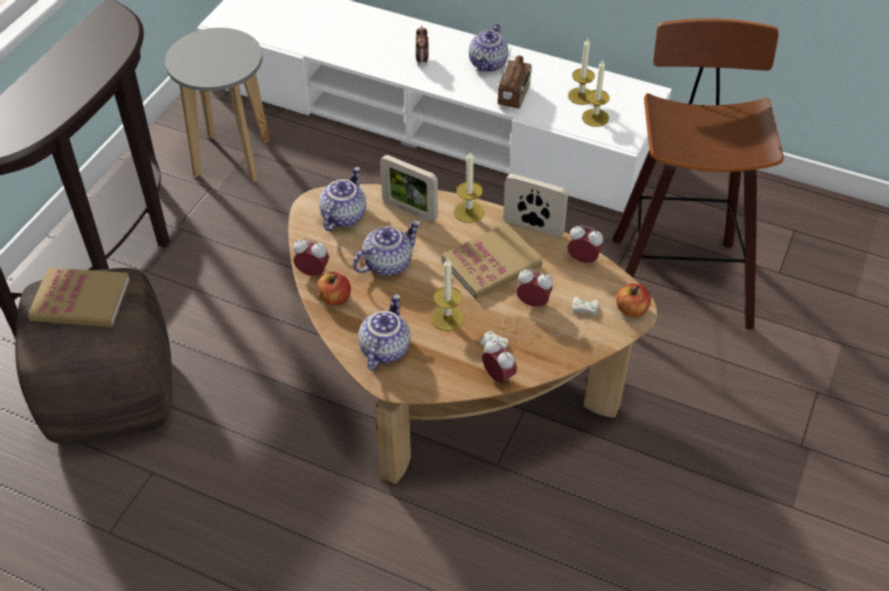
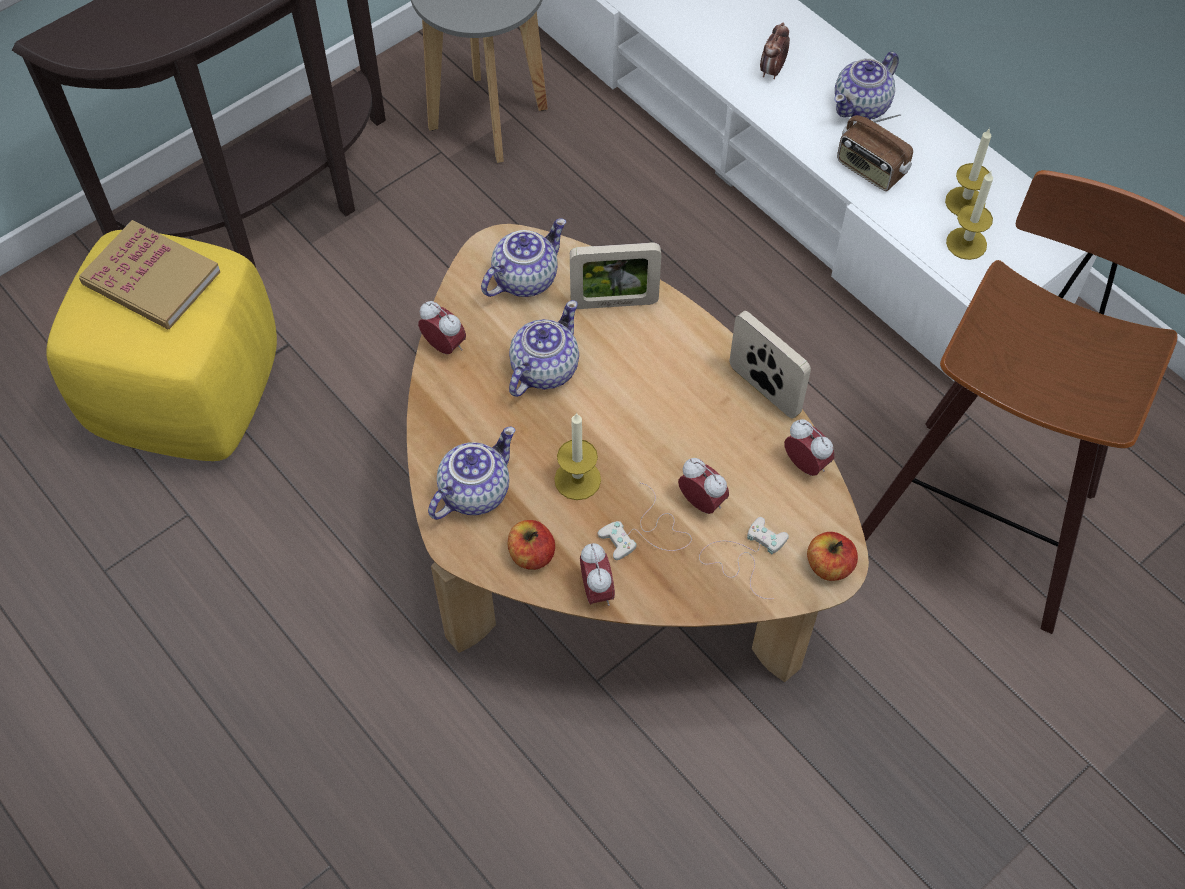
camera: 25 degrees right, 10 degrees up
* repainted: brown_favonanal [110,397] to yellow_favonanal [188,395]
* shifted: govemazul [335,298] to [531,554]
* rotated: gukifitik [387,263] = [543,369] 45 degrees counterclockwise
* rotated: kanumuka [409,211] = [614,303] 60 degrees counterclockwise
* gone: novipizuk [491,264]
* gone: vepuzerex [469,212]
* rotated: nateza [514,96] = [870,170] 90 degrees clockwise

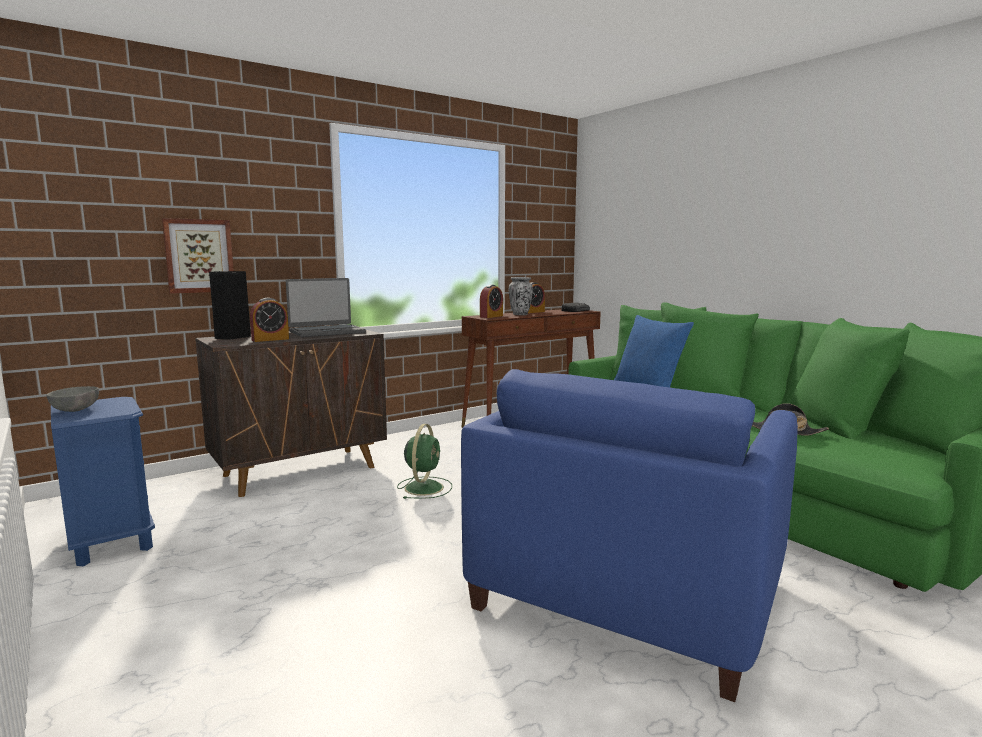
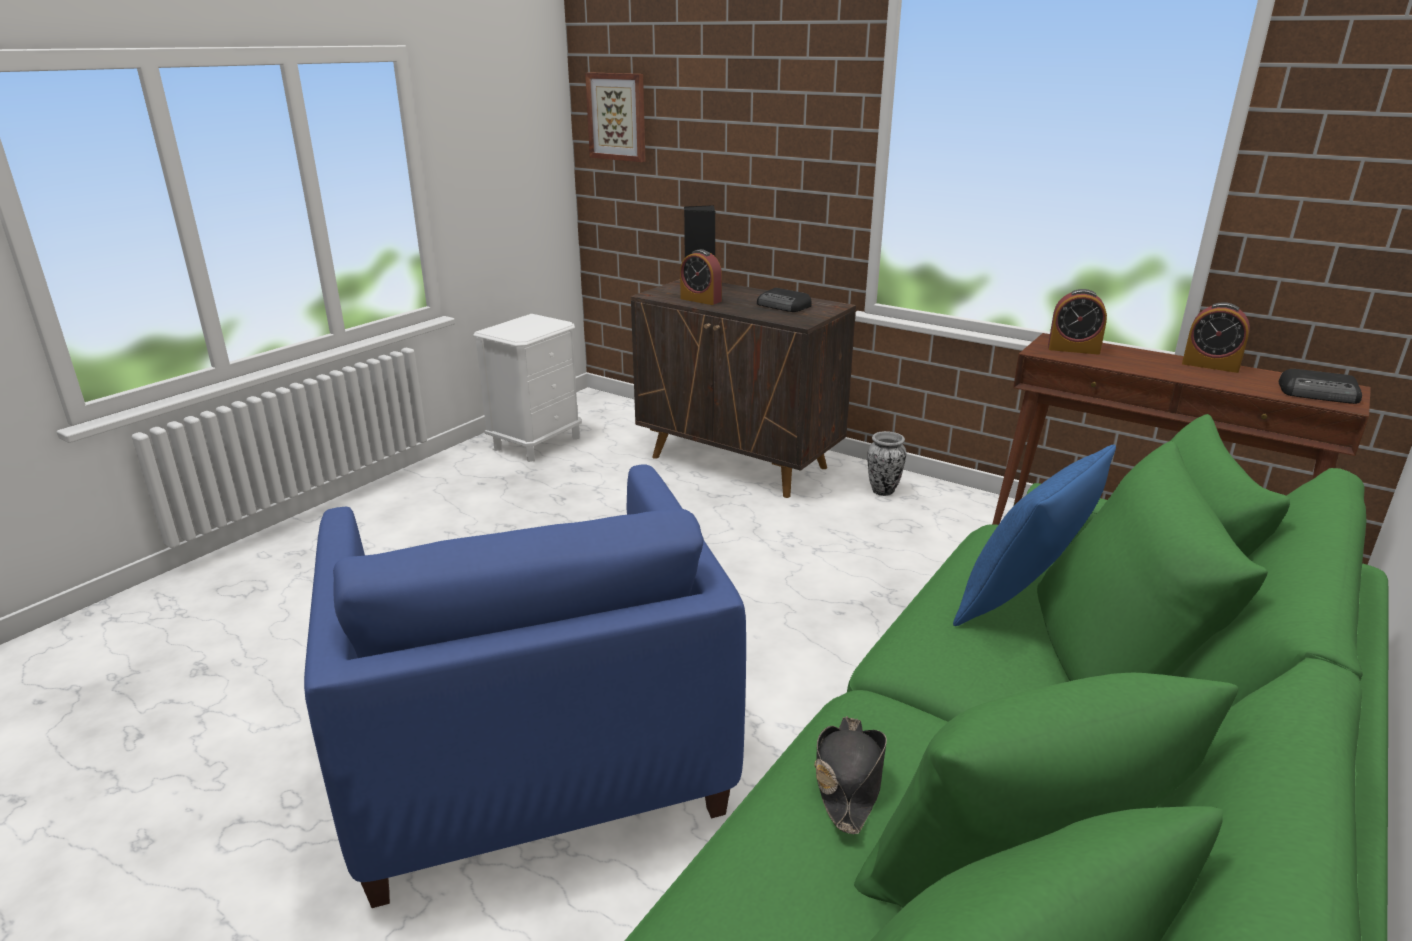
camera: 70 degrees right, 15 degrees up
* gone: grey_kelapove [76,410]
* repainted: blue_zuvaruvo [111,541] to white_zuvaruvo [537,443]
* shifted: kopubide [199,256] to [617,117]
* swapped: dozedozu [326,332] to nateza [784,306]
* gone: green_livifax [424,487]
* rotated: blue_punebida [627,593] = [534,754] 120 degrees counterclockwise
* shifted: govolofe [520,314] to [883,491]

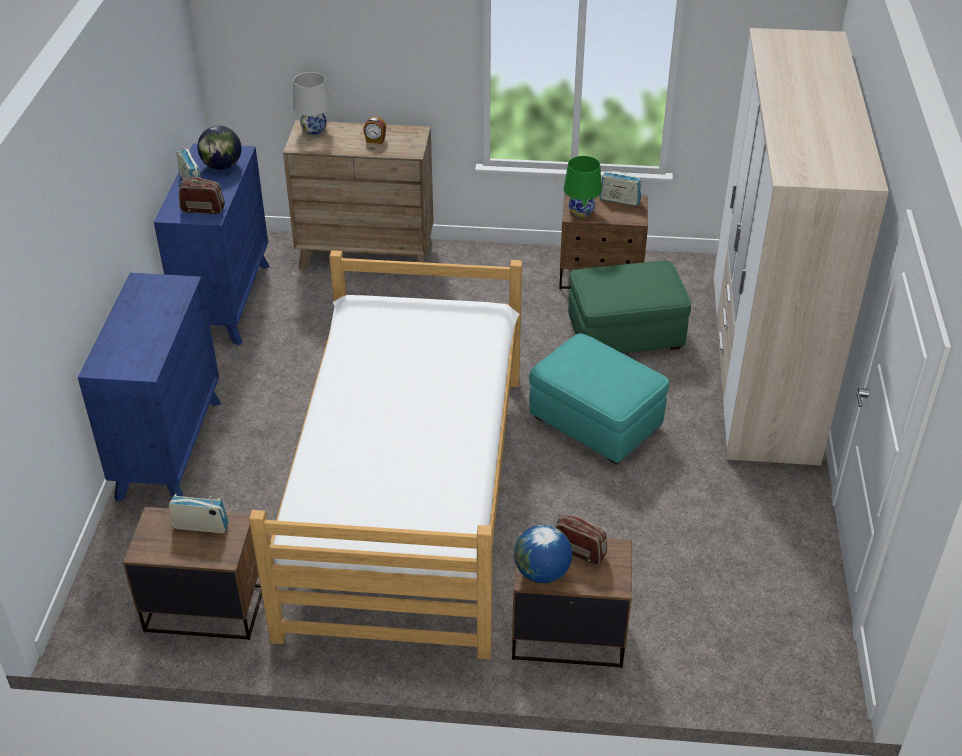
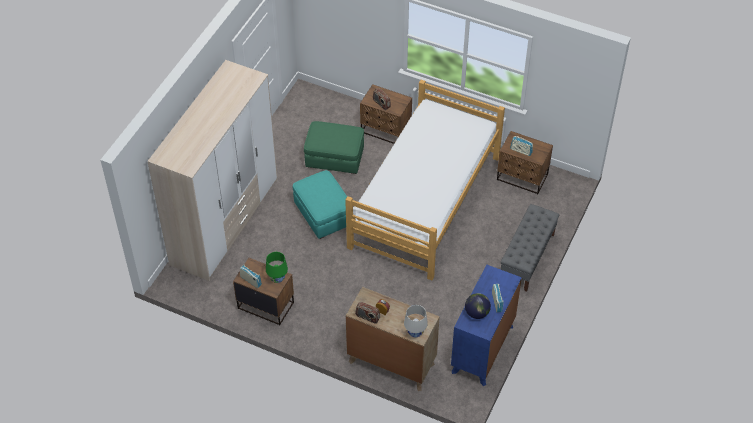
camera: 160 degrees left, 10 degrees up
* swapped: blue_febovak [169,448] to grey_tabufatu [527,258]
* shifted: nateza [203,209] to [367,317]
* gone: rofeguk [542,572]
* shifted: green_favonanal [626,334] to [334,158]

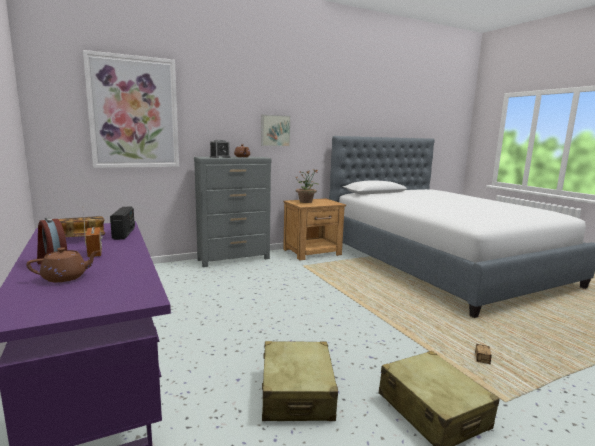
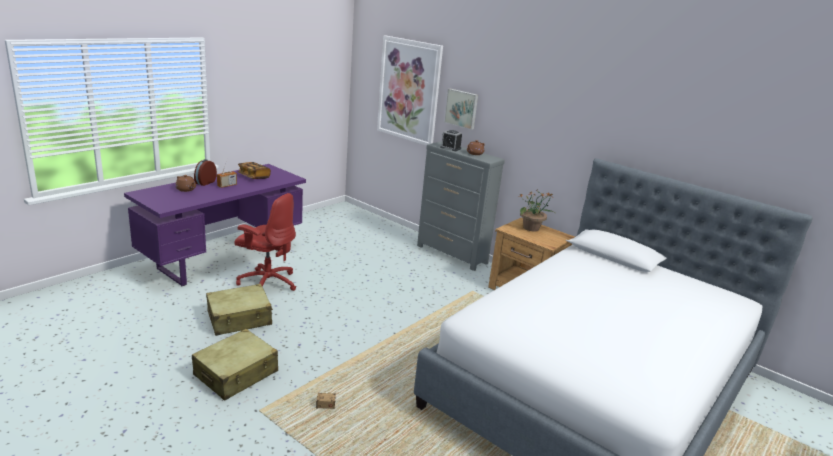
camera: 65 degrees right, 10 degrees up
* gone: nateza [124,233]
* shifted: kopubide [275,130] to [462,108]
* new: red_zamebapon [267,283]

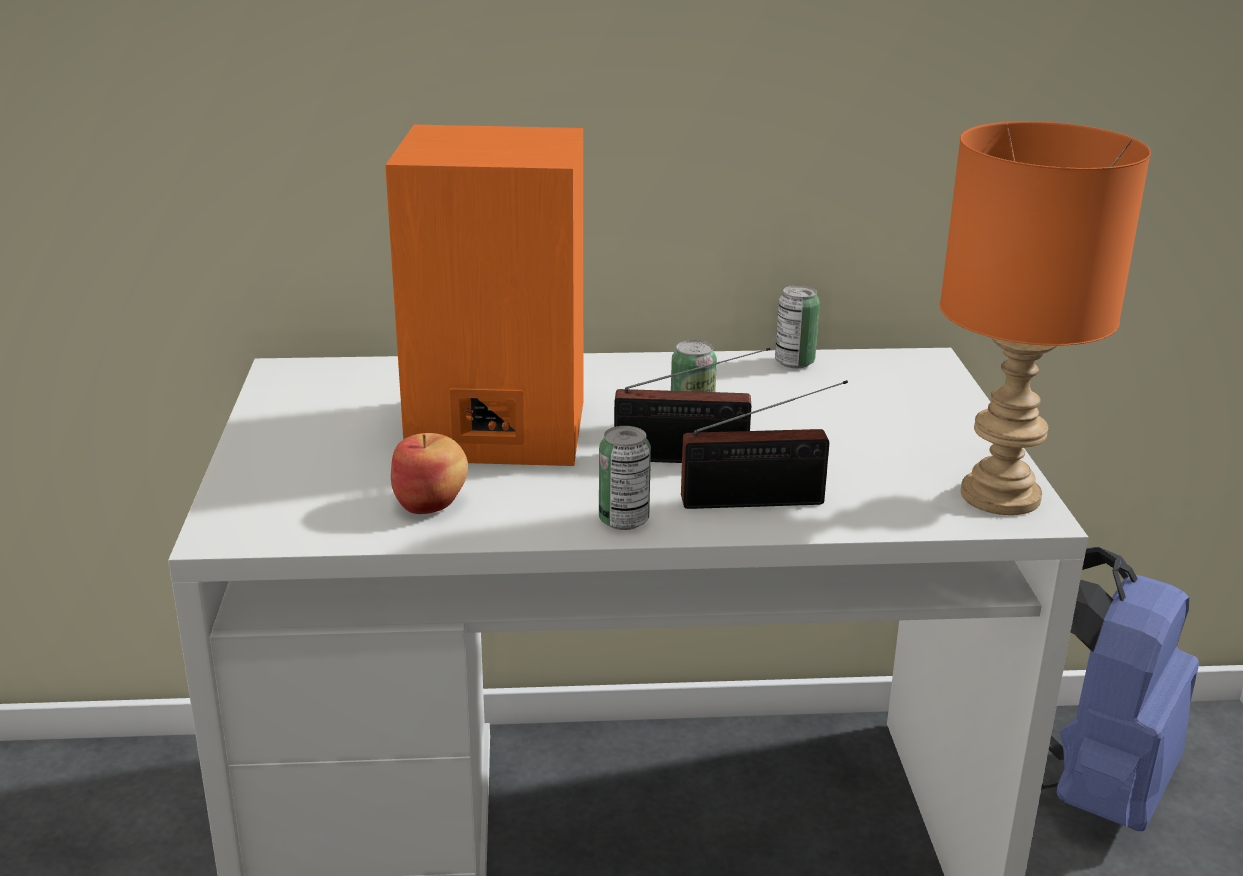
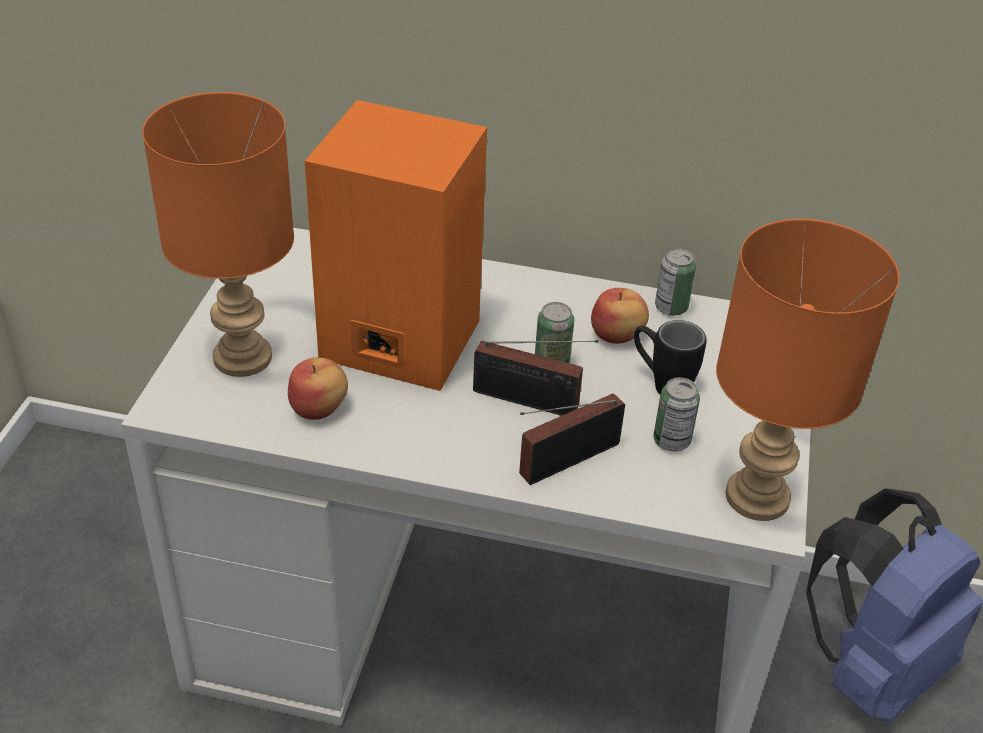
camera: 15 degrees right, 15 degrees up
* shifted: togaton [623,520] to [671,441]
* rotated: nateza [760,501] = [563,460] 135 degrees clockwise
* new: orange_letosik [240,358]
* new: govemazul [617,335]
* new: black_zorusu [661,383]

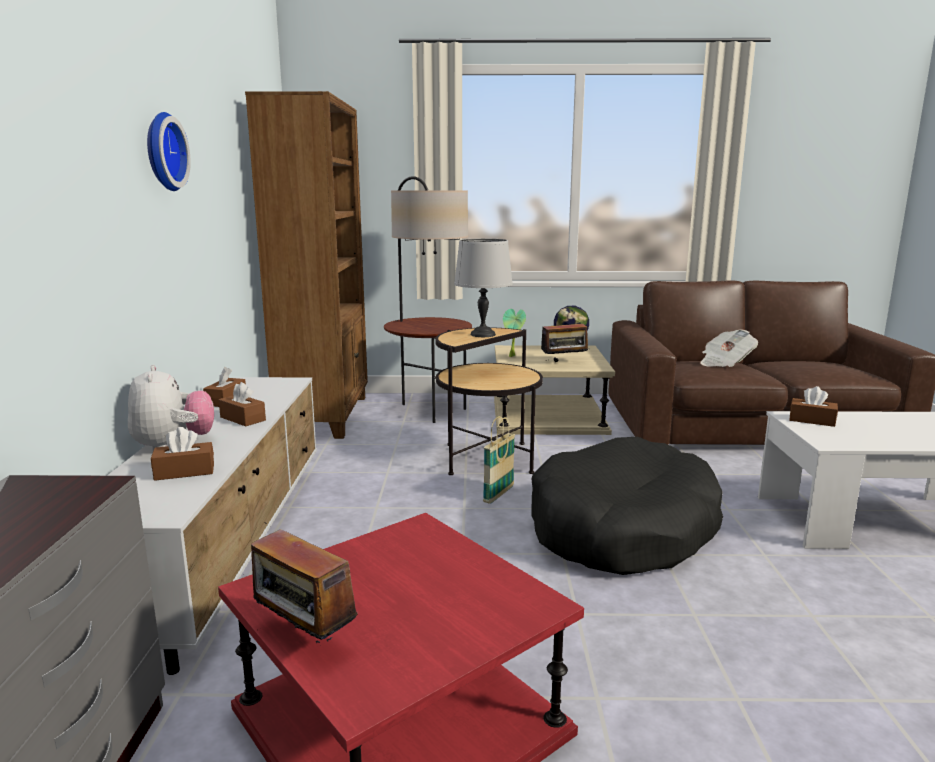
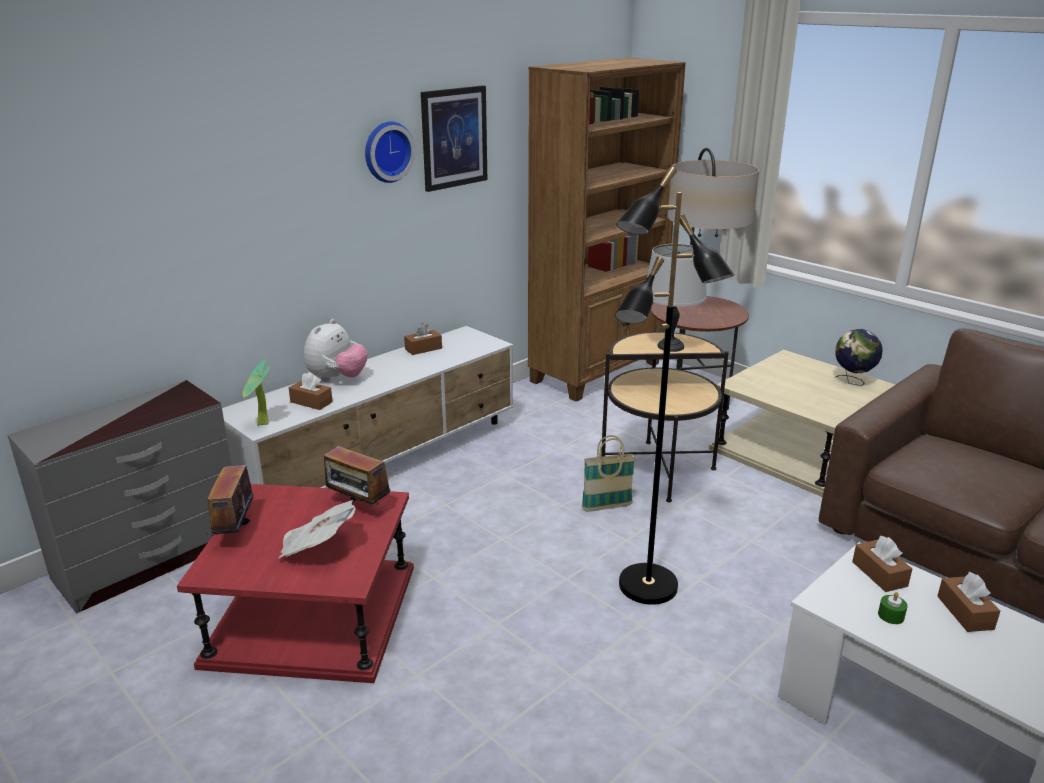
camera: 45 degrees right, 10 degrees up
* shifted: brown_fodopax [243,419] to [965,612]
* shifted: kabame [513,356] to [262,425]
* swapped: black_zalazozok [622,529] to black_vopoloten [648,587]
* shifted: nateza [564,362] to [358,507]
* shifted: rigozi [725,363] to [317,547]
* new: kopubide [454,138]
* new: green_vepuzerex [891,615]

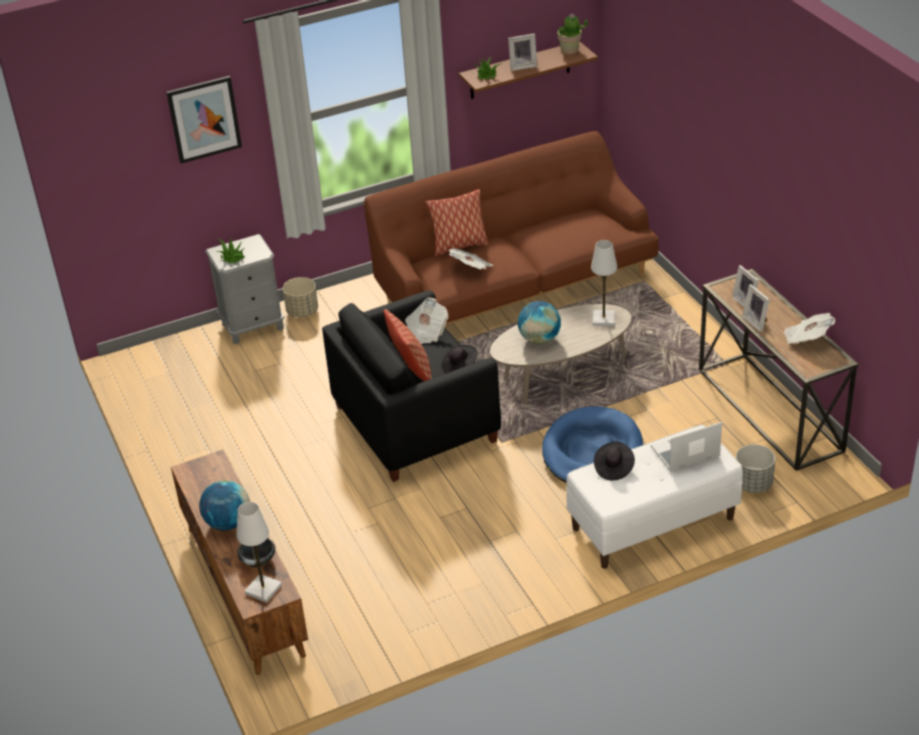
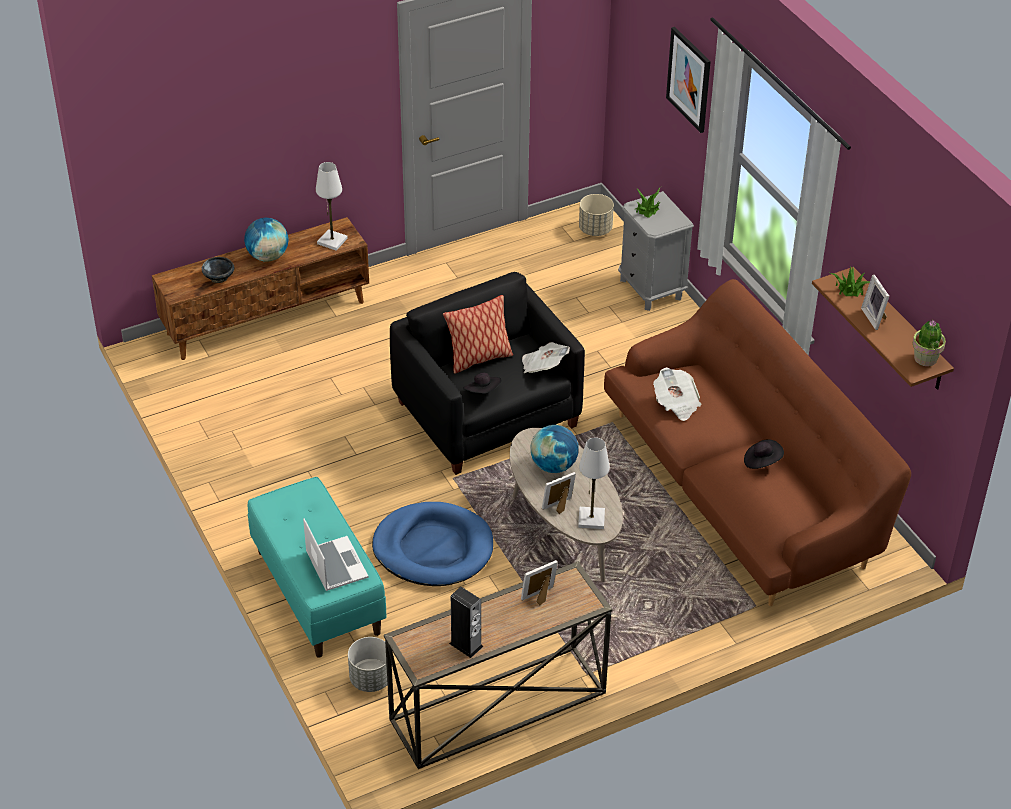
camera: 85 degrees right, 5 degrees up
* shifted: white_letosik [263,589] to [332,241]
* shifted: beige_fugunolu [302,311] to [595,229]
* gone: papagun [459,246]
* repainted: white_tabufatu [652,524] to turquoise_tabufatu [317,592]
* shifted: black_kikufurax [613,468] to [762,461]
* shifted: kanumuka [757,322] to [559,507]
* swapped: rigozi [806,339] to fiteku [466,645]

